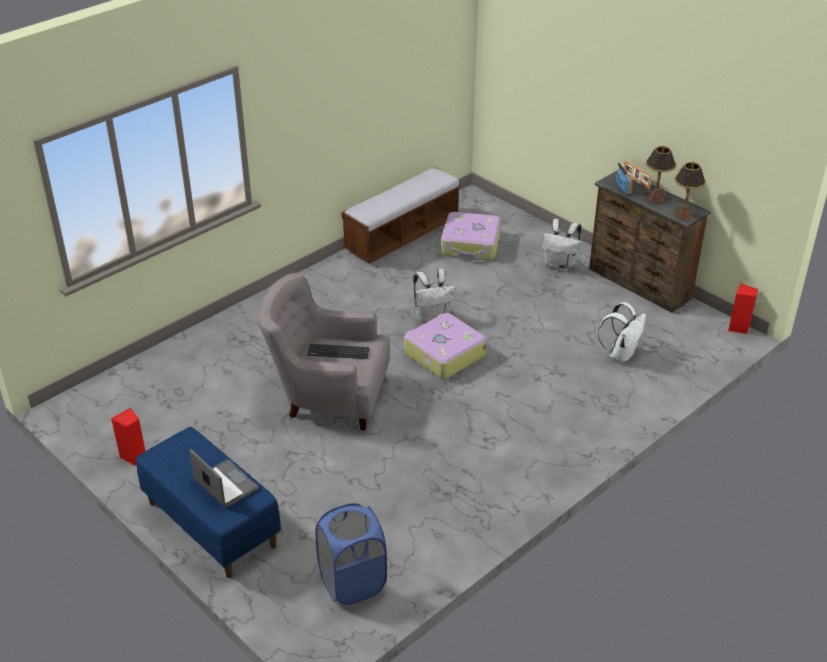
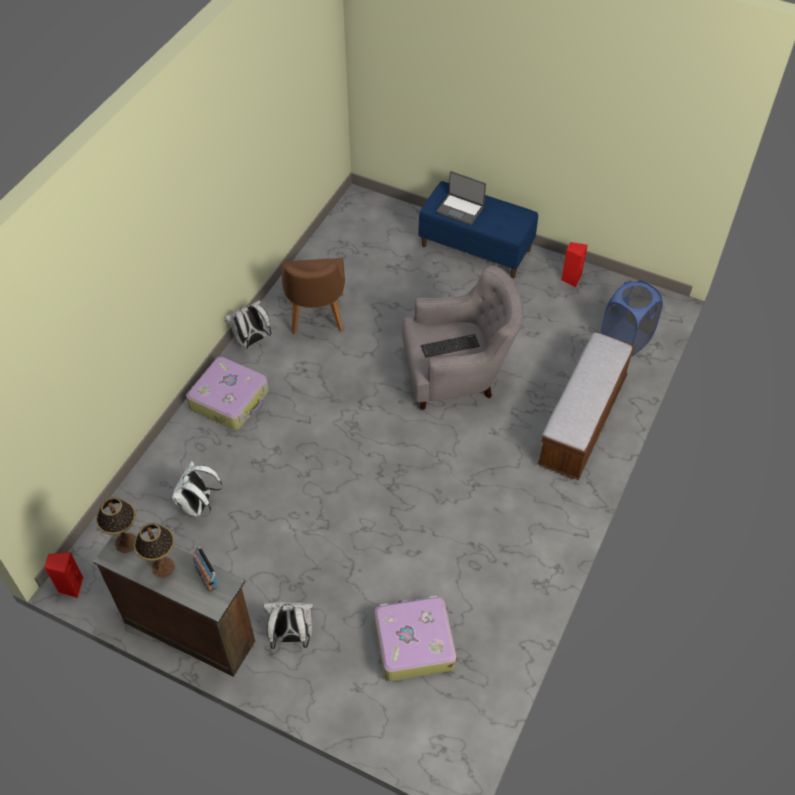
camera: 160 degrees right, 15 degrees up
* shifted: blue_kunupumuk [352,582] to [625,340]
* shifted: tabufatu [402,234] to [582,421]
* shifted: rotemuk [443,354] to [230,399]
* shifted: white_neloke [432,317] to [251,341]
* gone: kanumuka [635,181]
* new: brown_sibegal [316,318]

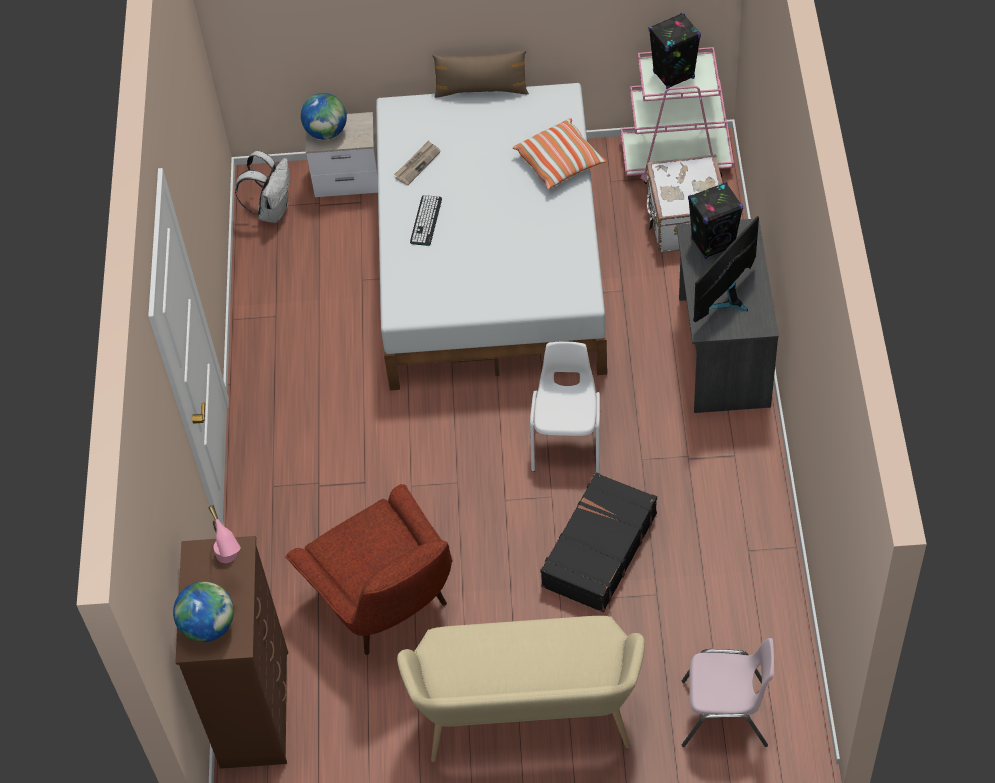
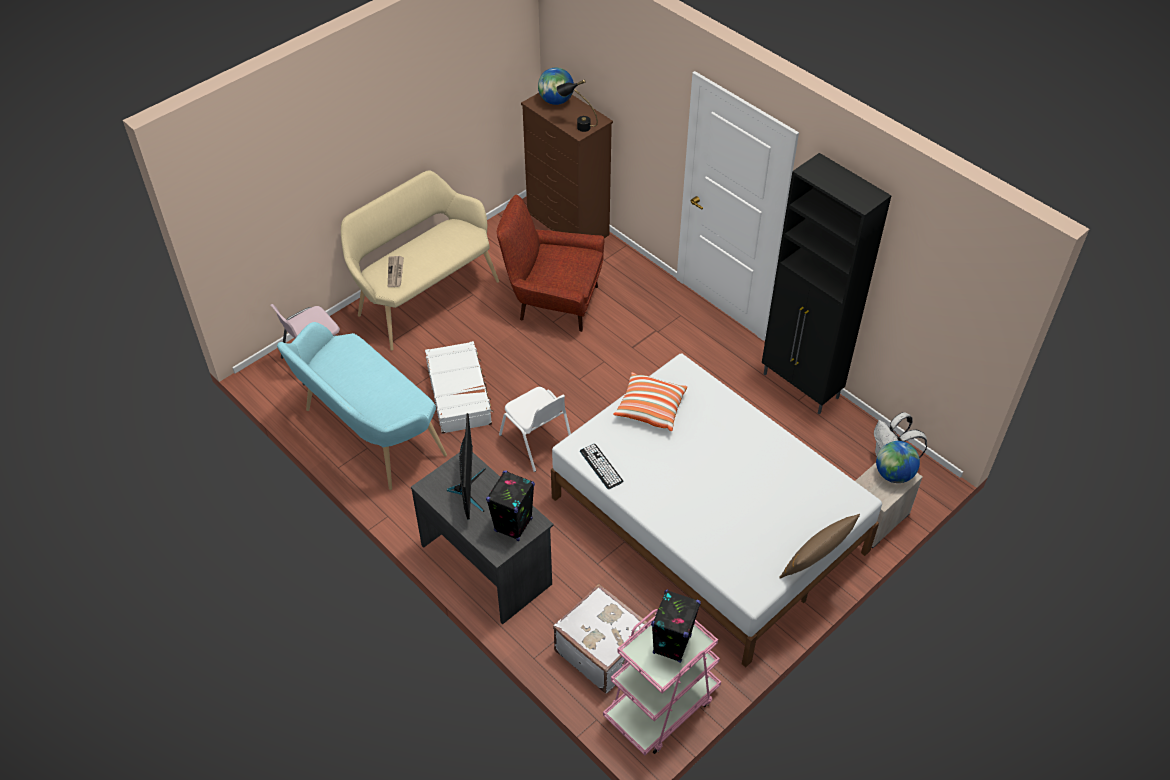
camera: 135 degrees right, 5 degrees down
* repainted: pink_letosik [230,562] to black_letosik [577,126]
* shifted: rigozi [417,164] to [396,272]
* shifted: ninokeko [426,220] to [601,466]
* shifted: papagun [560,163] to [650,408]
* repainted: black_rotemuk [598,550] to white_rotemuk [459,394]
* new: turquoise_tabufatu [368,434]
* new: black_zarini [801,387]

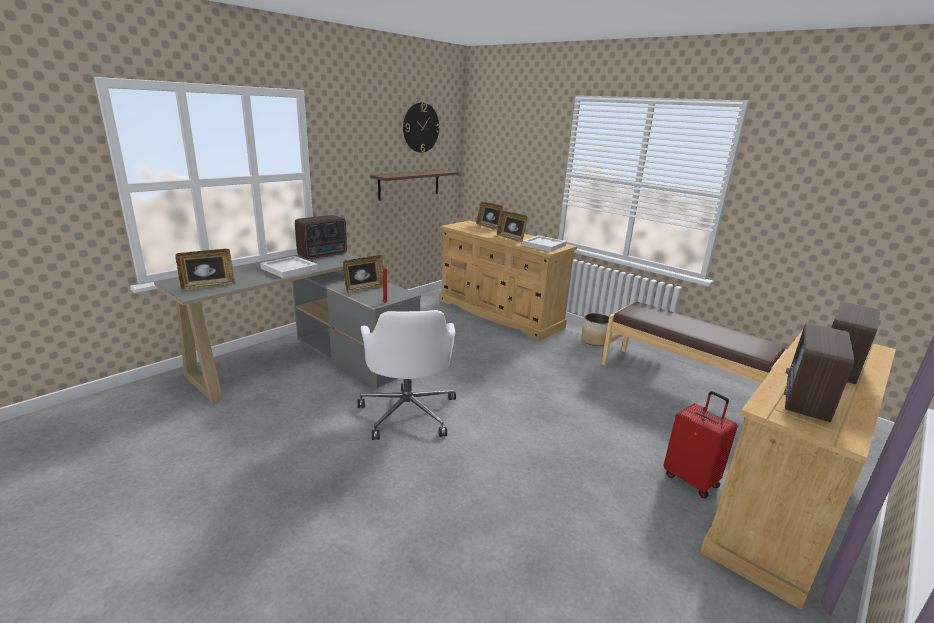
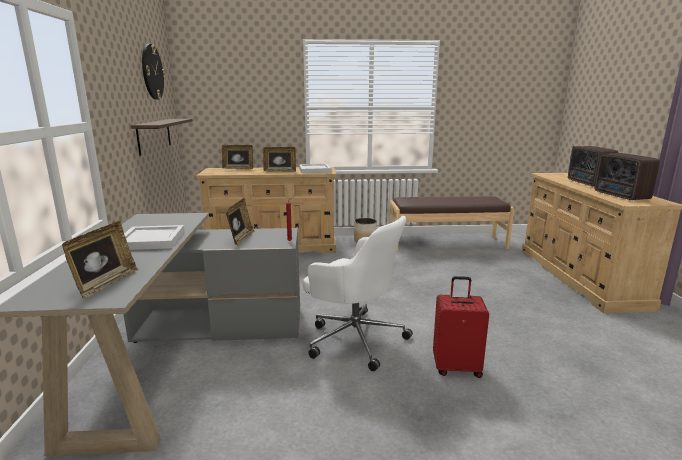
camera: 45 degrees left, 5 degrees down
* gone: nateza [324,254]
* shifted: red_rotemuk [691,480] to [456,367]

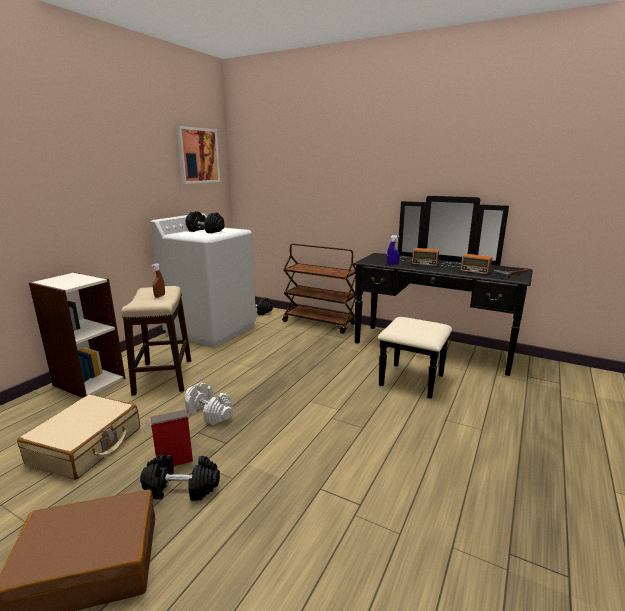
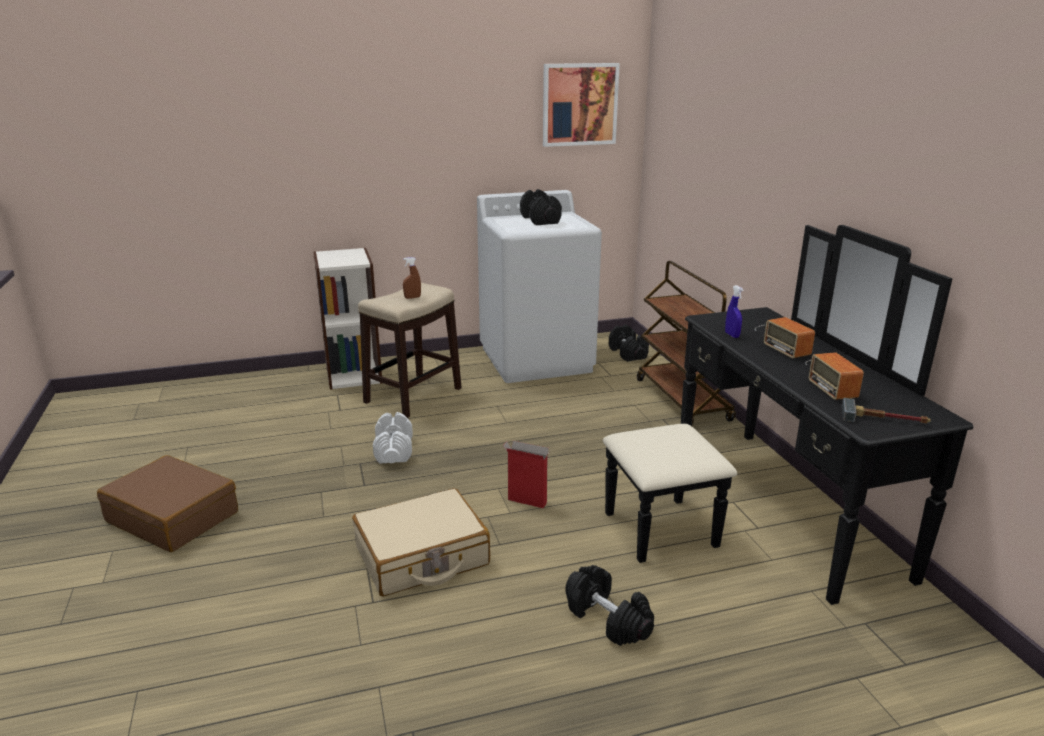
camera: 45 degrees right, 5 degrees up
* shifted: beige_rotemuk [86,446] to [422,557]
* shifted: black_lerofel [182,488] to [608,619]
* shifted: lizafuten [174,463] to [526,501]

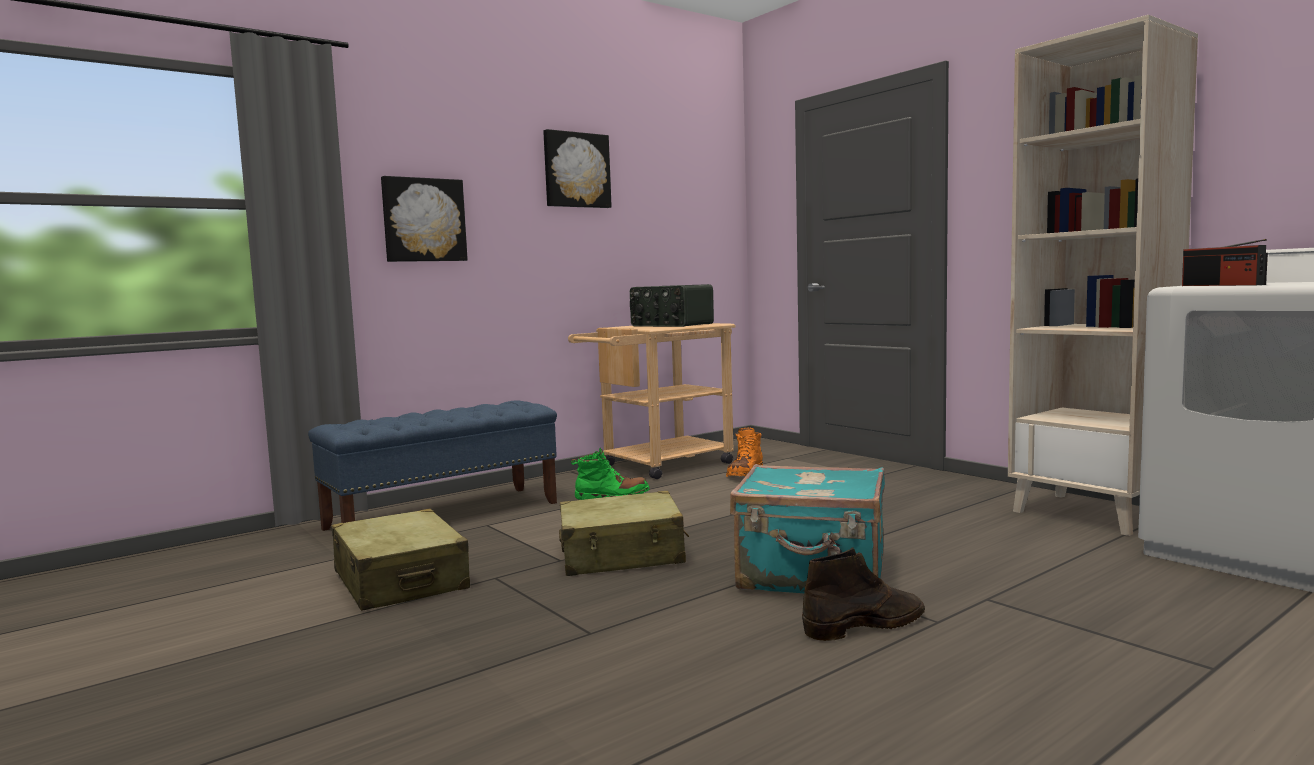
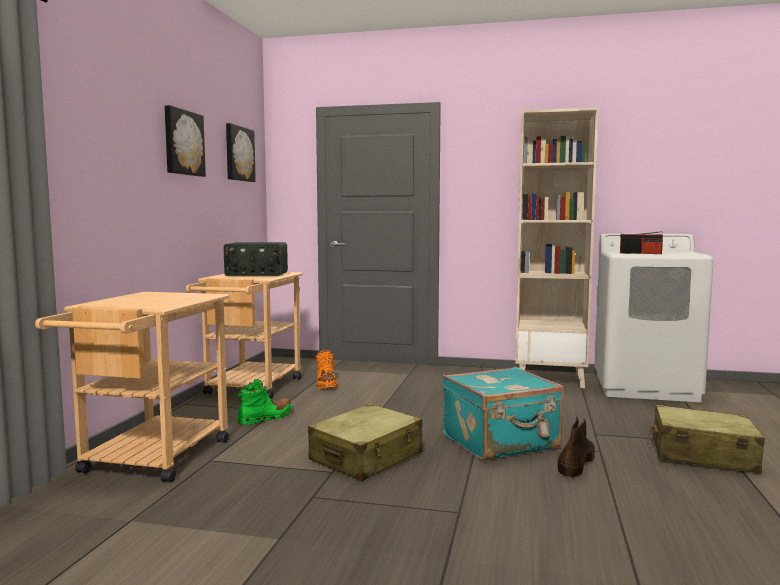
camera: 40 degrees left, 0 degrees up
* swapped: blue_tabufatu [444,515] to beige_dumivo [150,461]
* shifted: beige_rotemuk [401,581] to [702,455]
* shifted: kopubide [423,220] to [238,154]

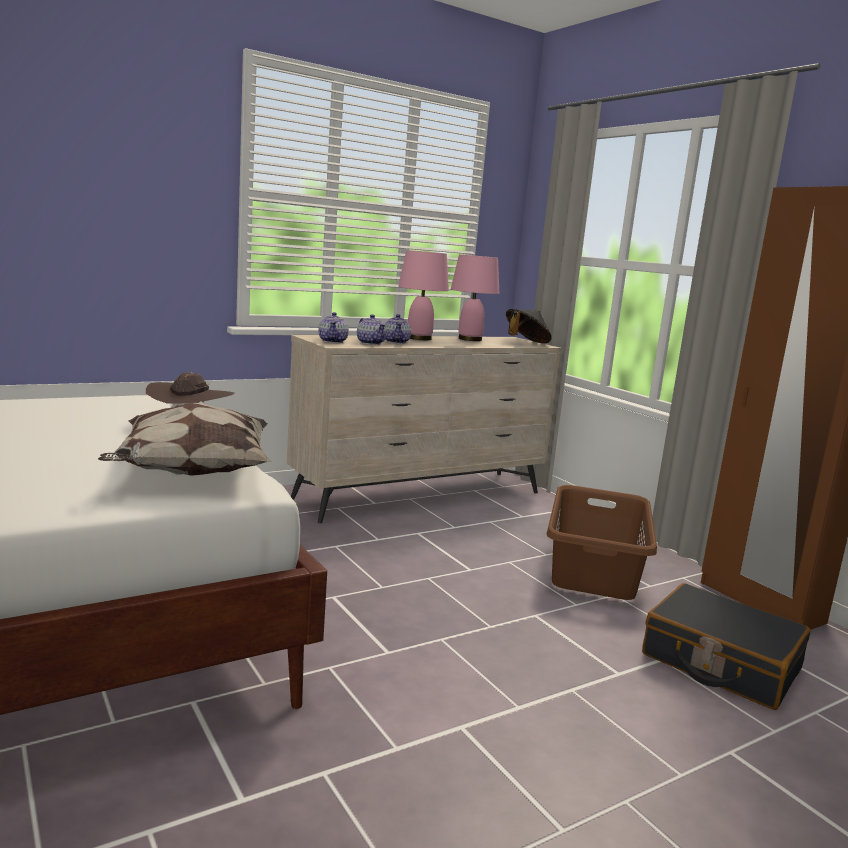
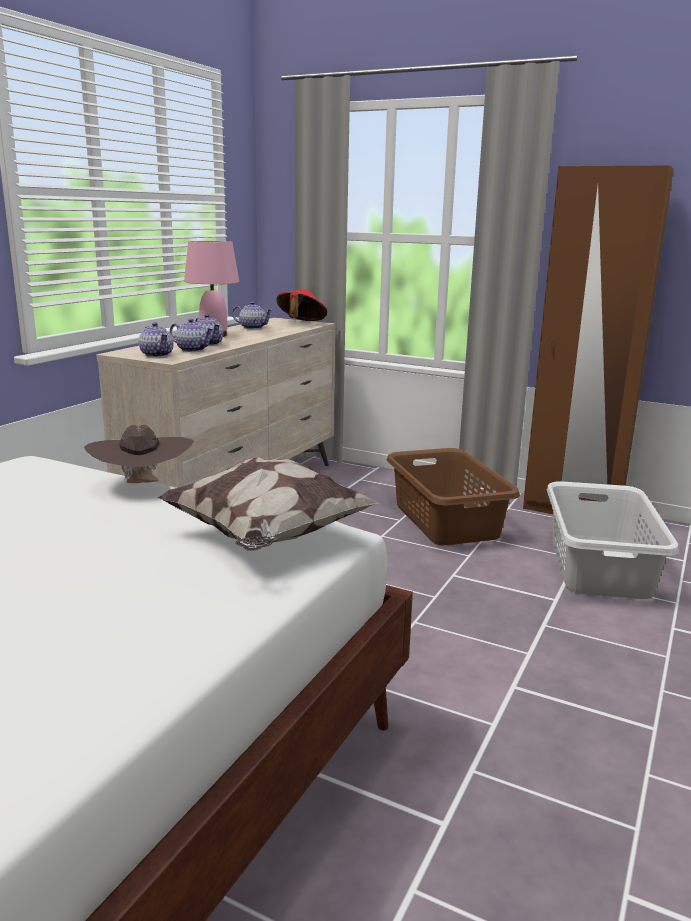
camera: 30 degrees left, 5 degrees up
* swapped: pink_letosik [470,339] to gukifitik [252,328]
* repainted: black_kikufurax [525,343] to red_kikufurax [301,323]
* swapped: black_rotemuk [720,663] to grey_kunupumuk [600,566]

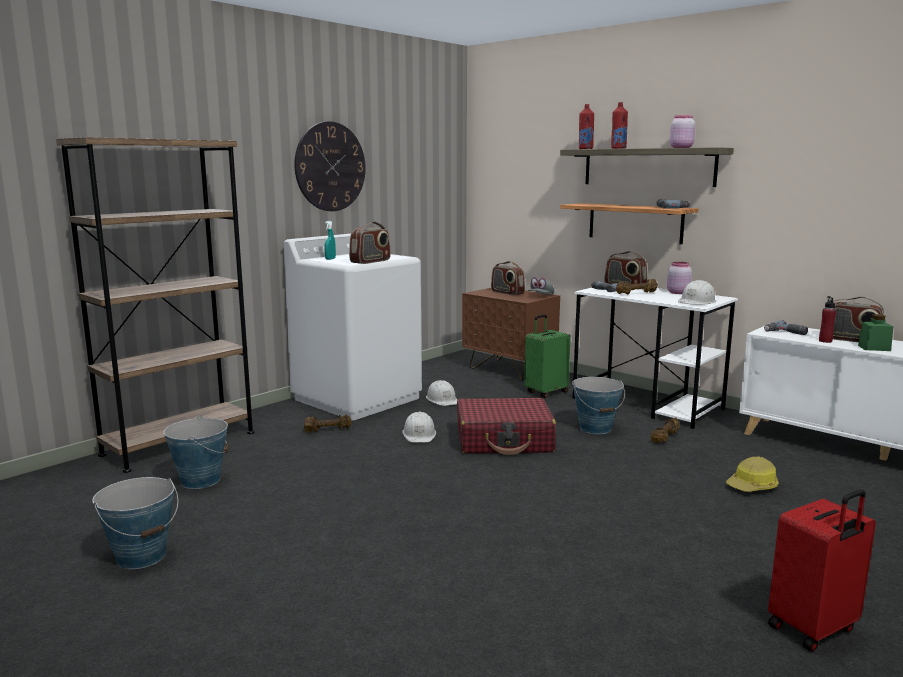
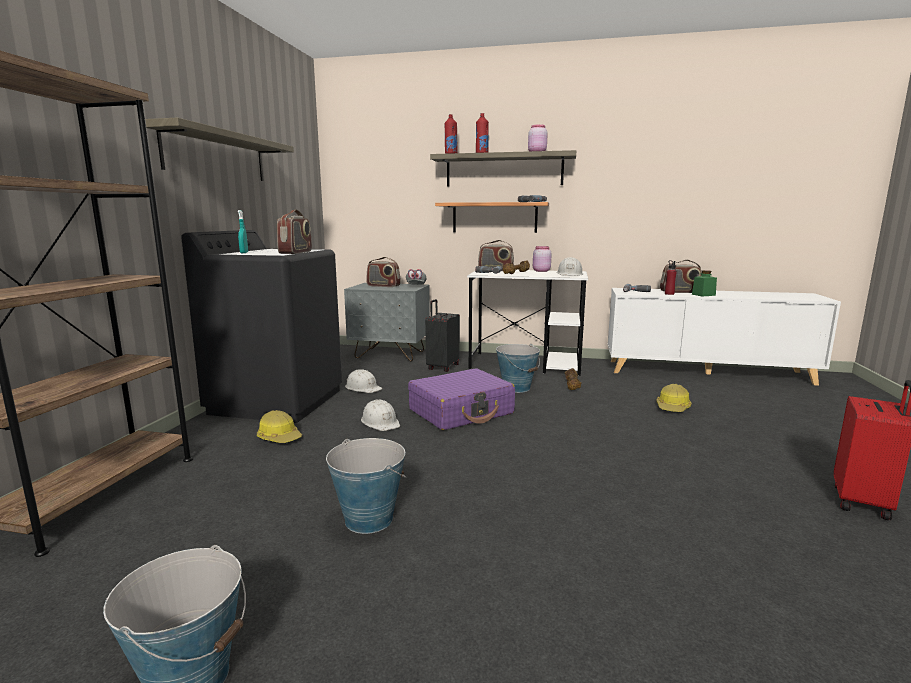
camera: 30 degrees left, 0 degrees up
* shifted: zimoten [200,480] to [368,519]
* repainted: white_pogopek [358,398] to black_pogopek [277,401]
* swapped: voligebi [330,167] to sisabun [217,156]
* swapped: brown_lerofel [327,430] to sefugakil [280,437]
* repainted: red_rotemuk [504,440] to purple_rotemuk [461,412]
* repainted: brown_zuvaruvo [509,370] to grey_zuvaruvo [390,355]
* repainted: green_rotemuk [545,392] to black_rotemuk [442,367]

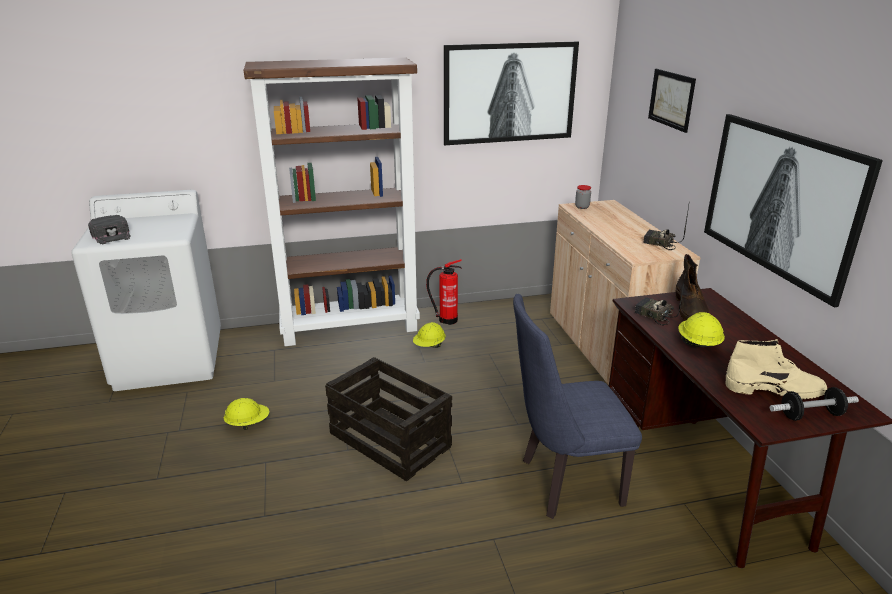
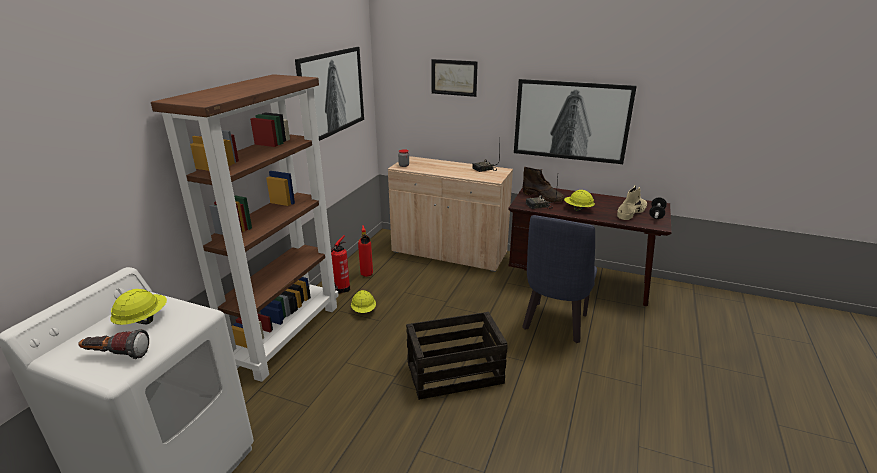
camera: 55 degrees left, 0 degrees up
* swapped: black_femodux [111,235] to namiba [116,355]
* shifted: yellow_sefugakil [248,424] to [142,320]
* new: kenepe [367,276]

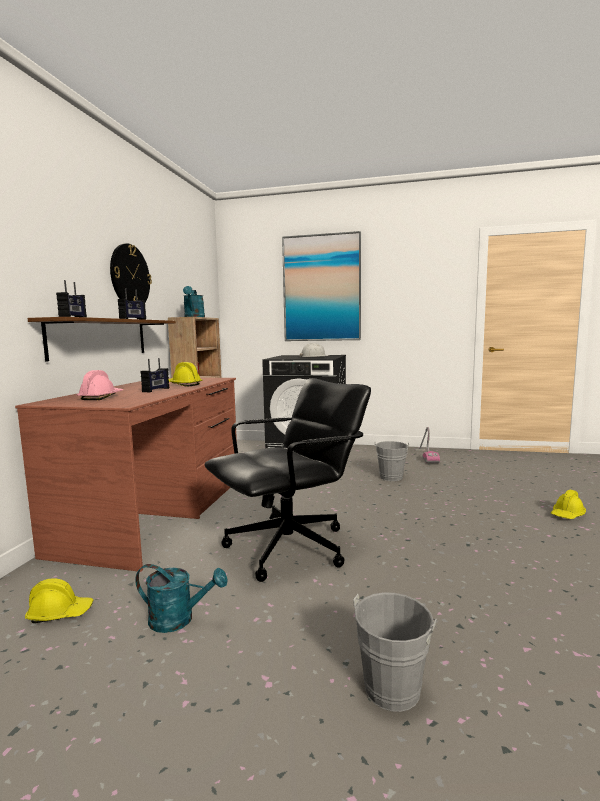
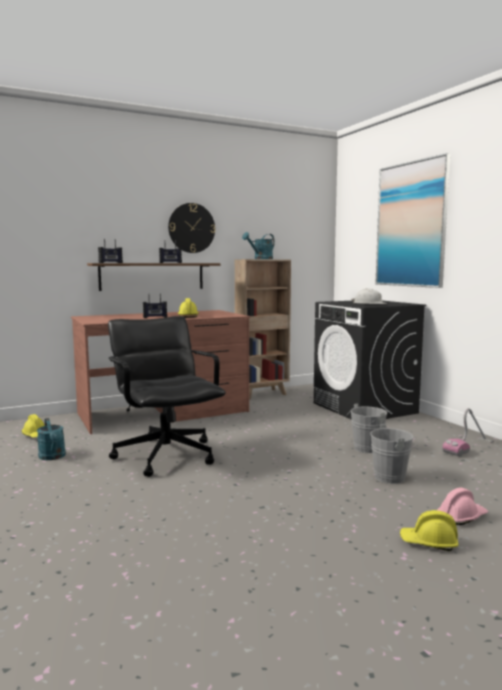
camera: 50 degrees right, 0 degrees up
* shifted: pink_sefugakil [101,397] to [462,516]
* rotated: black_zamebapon [290,548] = [166,455] 135 degrees counterclockwise
* shifted: grey_zimoten [394,684] to [393,477]

